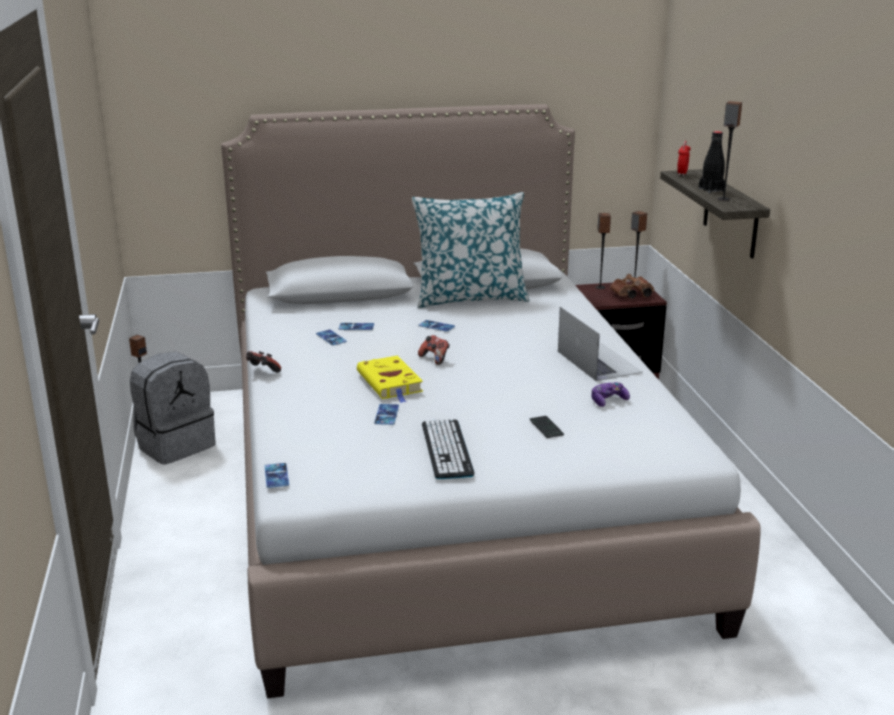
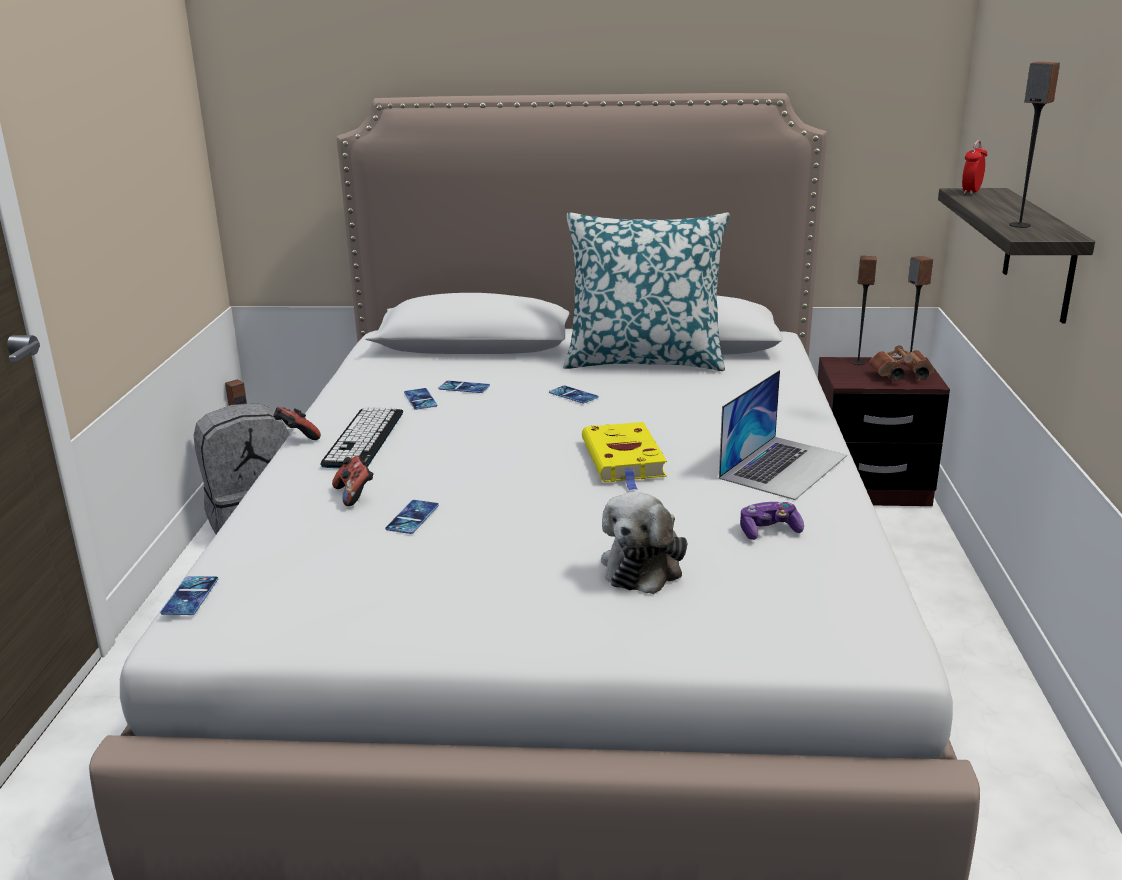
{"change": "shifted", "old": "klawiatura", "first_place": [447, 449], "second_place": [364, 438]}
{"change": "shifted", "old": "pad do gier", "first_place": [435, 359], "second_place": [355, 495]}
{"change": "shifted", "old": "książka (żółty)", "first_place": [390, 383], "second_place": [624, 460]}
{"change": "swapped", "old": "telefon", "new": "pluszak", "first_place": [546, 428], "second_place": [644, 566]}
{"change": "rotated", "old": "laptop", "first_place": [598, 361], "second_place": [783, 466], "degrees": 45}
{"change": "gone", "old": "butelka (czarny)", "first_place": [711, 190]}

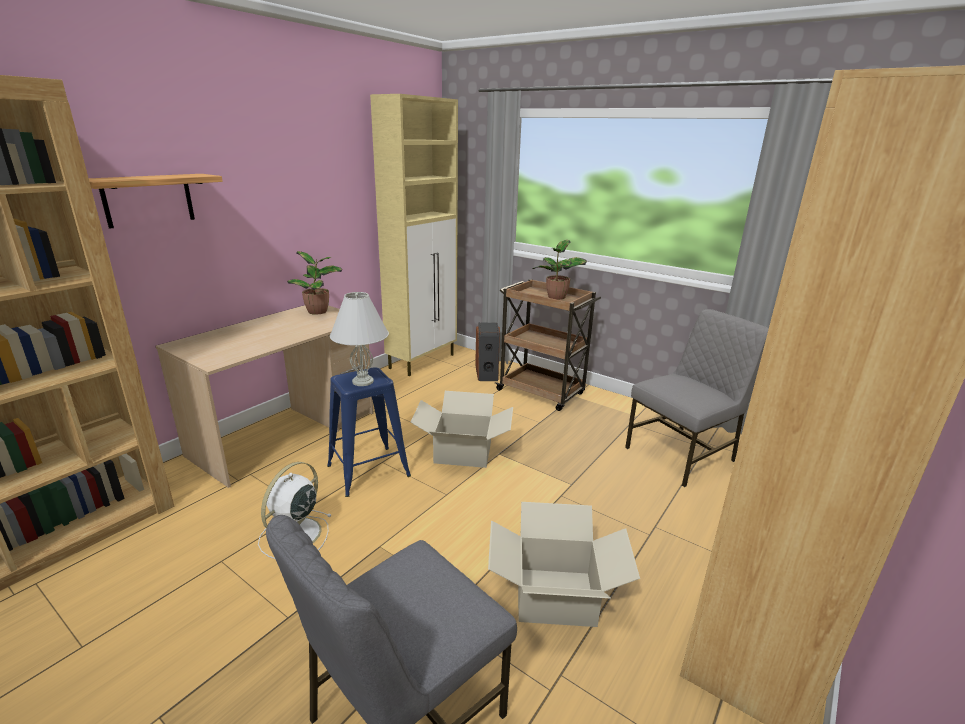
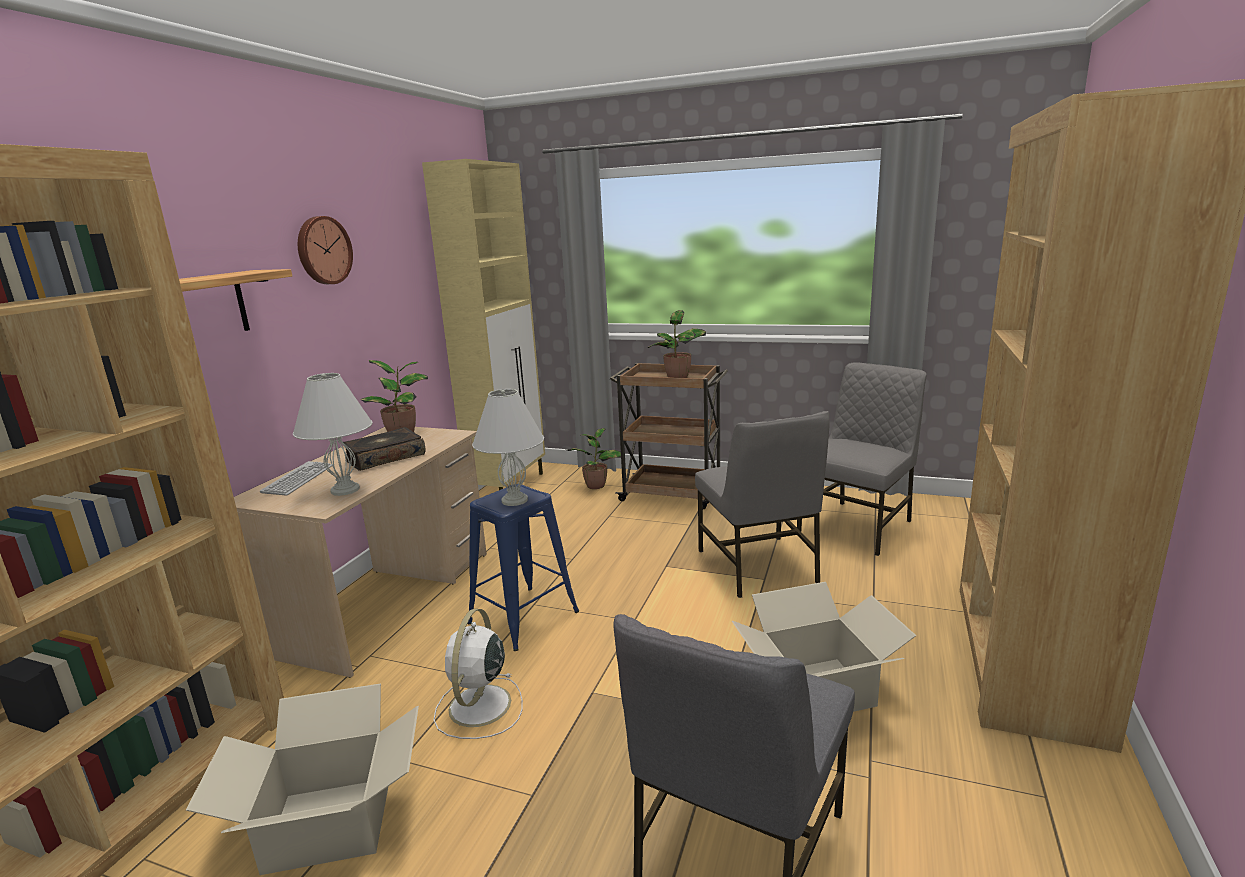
{"change": "shifted", "old": "karton", "first_place": [463, 452], "second_place": [329, 822]}
{"change": "new", "new": "klawiatura", "second_place": [298, 479]}
{"change": "new", "new": "lampa stołowa (biały)", "second_place": [345, 490]}
{"change": "new", "new": "zegar ścienny", "second_place": [323, 250]}
{"change": "new", "new": "książka", "second_place": [385, 458]}
{"change": "swapped", "old": "głośnik", "new": "roślina doniczkowa", "first_place": [487, 372], "second_place": [596, 485]}
{"change": "new", "new": "krzesło (szary)", "second_place": [758, 567]}

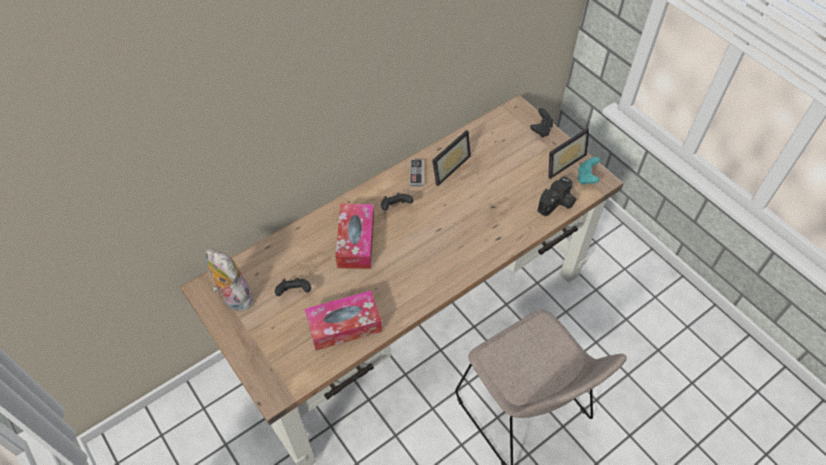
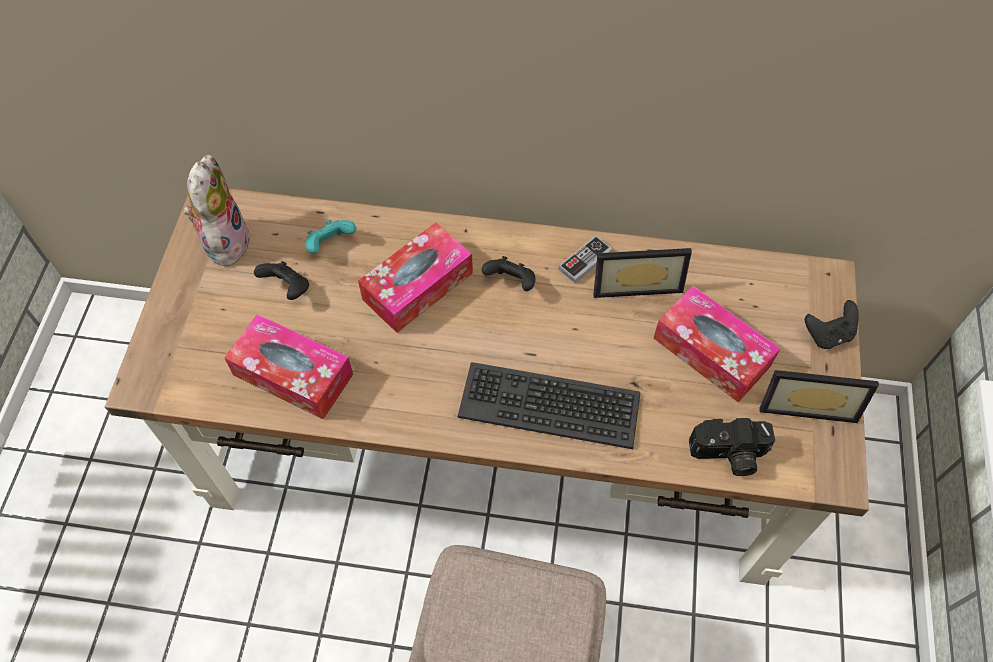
{"change": "shifted", "old": "pad do gier (turkusowy)", "first_place": [586, 178], "second_place": [330, 245]}
{"change": "new", "new": "klawiatura", "second_place": [550, 404]}
{"change": "new", "new": "pudełko chusteczek", "second_place": [711, 352]}

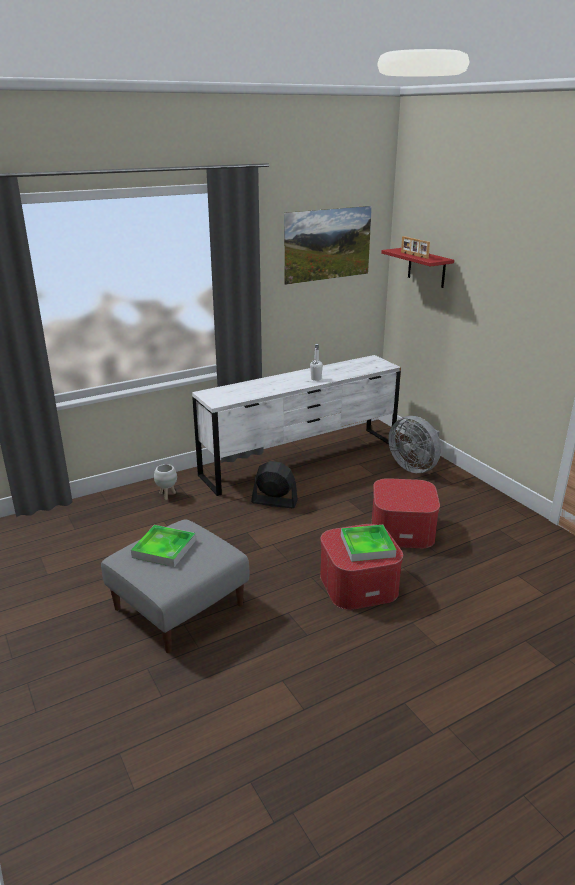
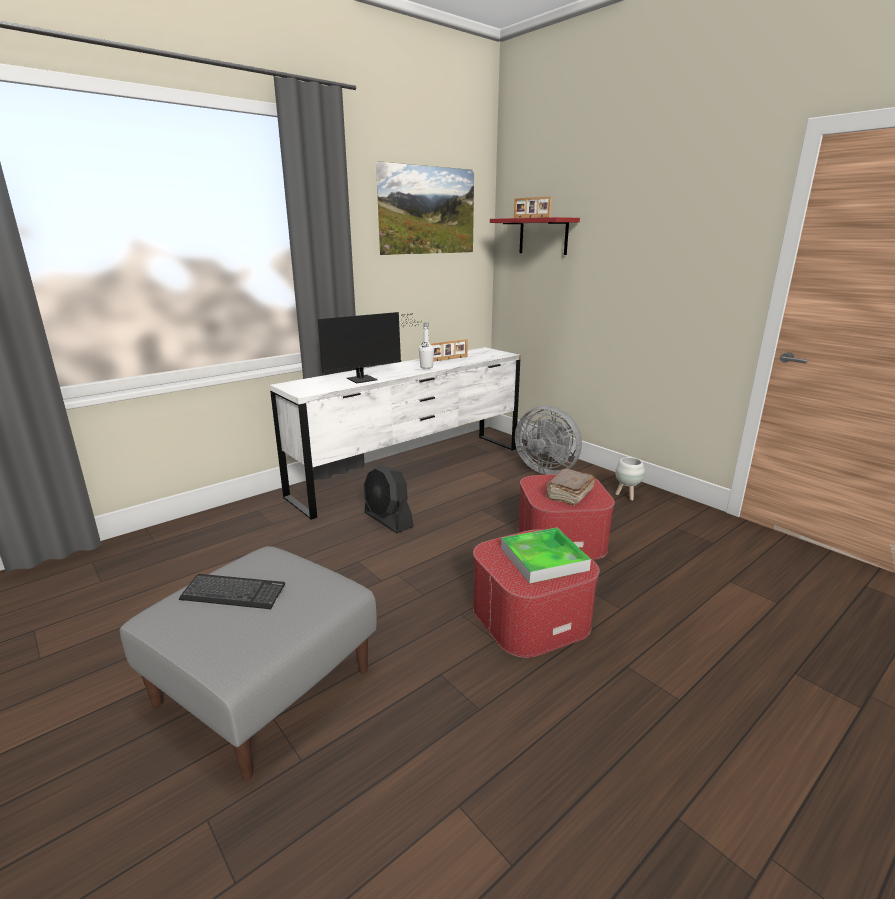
{"change": "swapped", "old": "taca", "new": "klawiatura", "first_place": [164, 549], "second_place": [233, 593]}
{"change": "new", "new": "monitor", "second_place": [366, 379]}
{"change": "rotated", "old": "wentylator (czarny)", "first_place": [274, 501], "second_place": [388, 520], "degrees": -135}
{"change": "new", "new": "ramka na zdjęcie", "second_place": [448, 359]}
{"change": "new", "new": "książka (brązowy)", "second_place": [568, 495]}
{"change": "shifted", "old": "donica (biały)", "first_place": [167, 495], "second_place": [626, 496]}

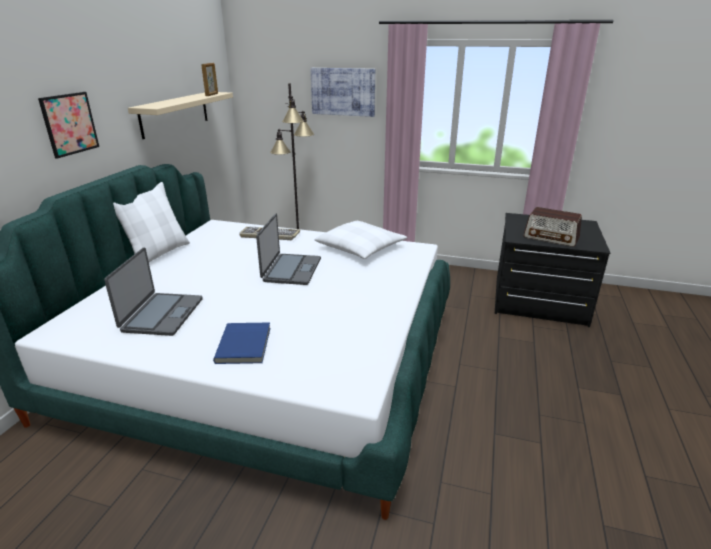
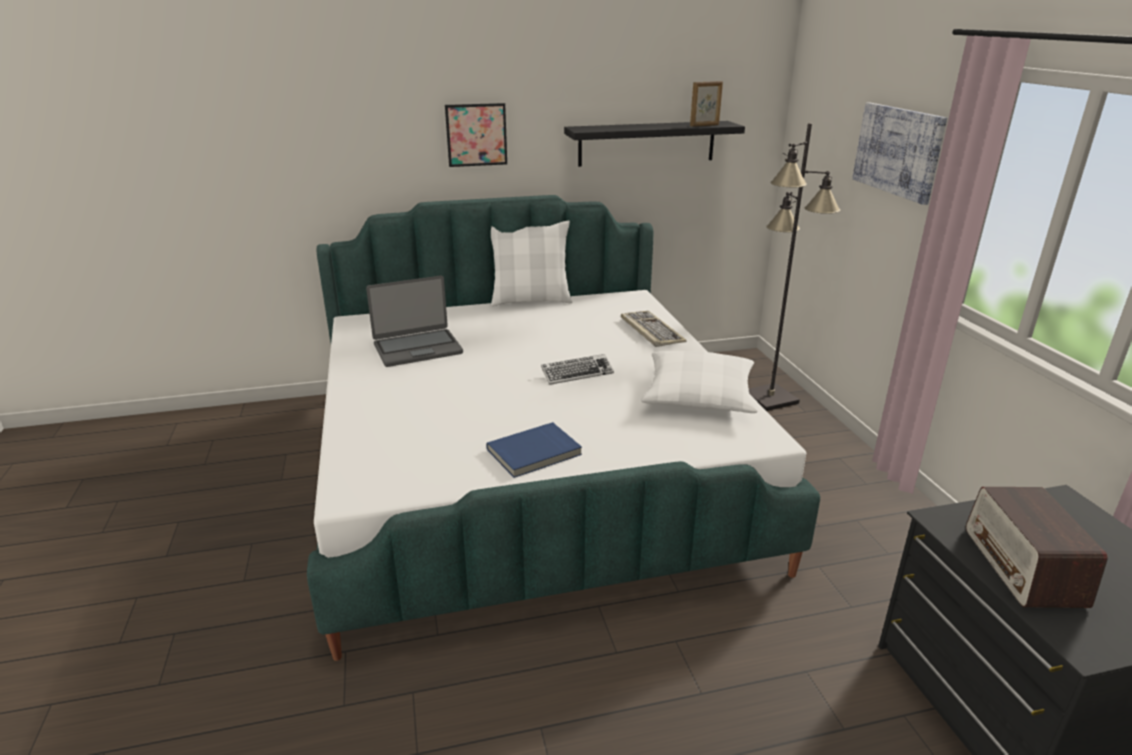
{"change": "shifted", "old": "książka (niebieski)", "first_place": [245, 345], "second_place": [535, 453]}
{"change": "swapped", "old": "laptop", "new": "klawiatura", "first_place": [291, 270], "second_place": [577, 373]}
{"change": "repainted", "old": "półka (beżowy)", "new": "półka (czarny)", "first_place": [175, 114], "second_place": [647, 143]}

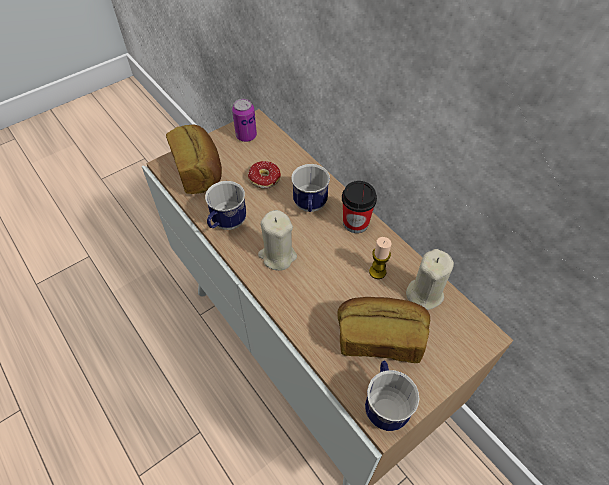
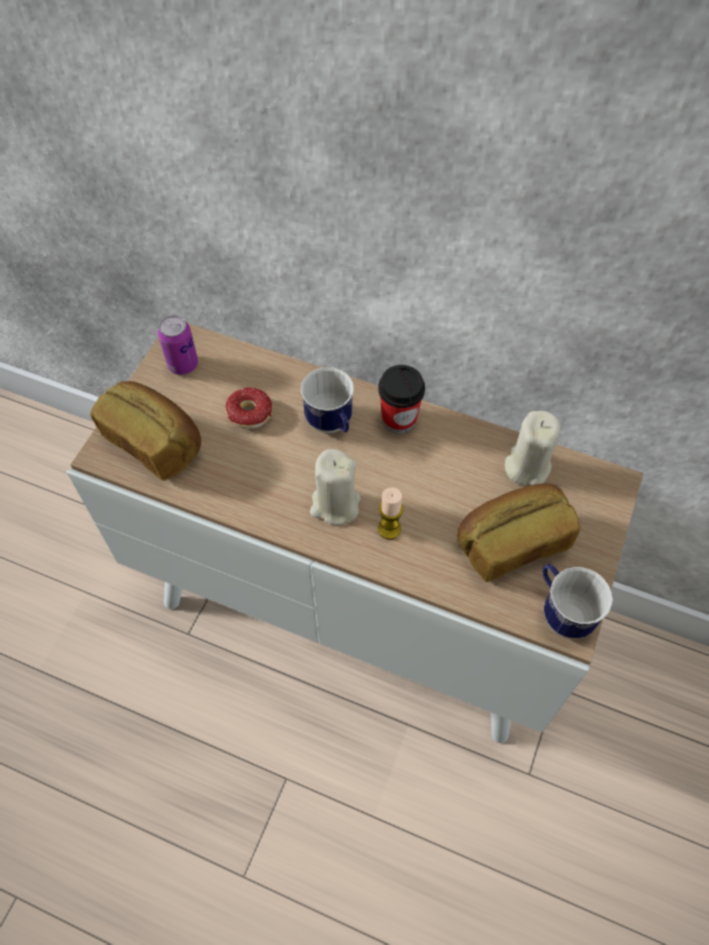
{"change": "shifted", "old": "świeca", "first_place": [377, 272], "second_place": [389, 529]}
{"change": "gone", "old": "kubek", "first_place": [226, 224]}

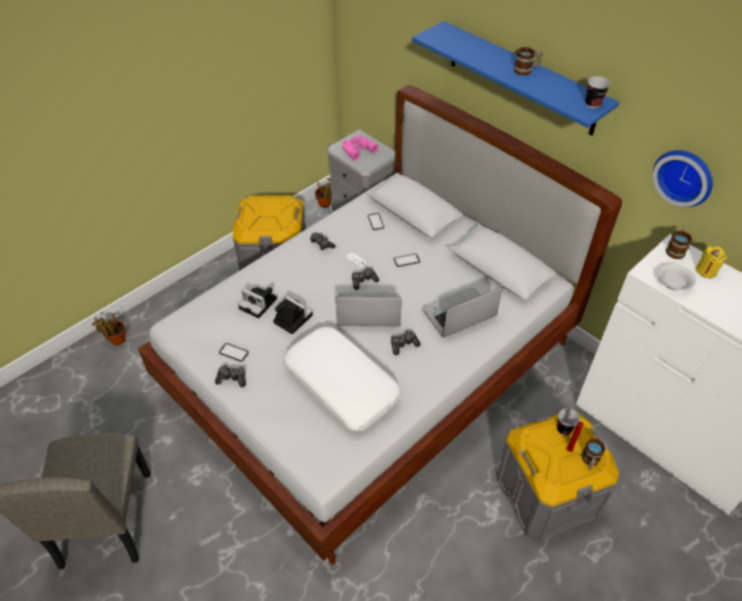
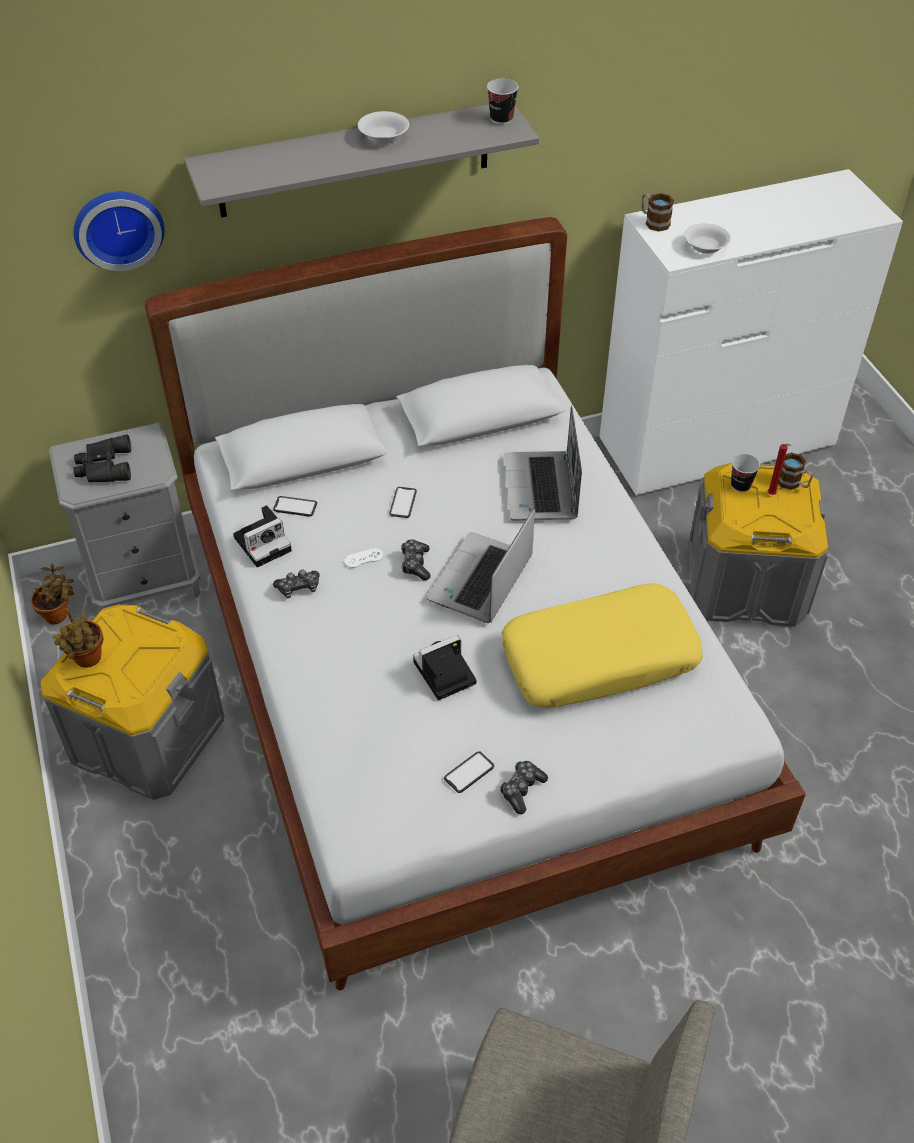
{"change": "shifted", "old": "roślina doniczkowa", "first_place": [116, 340], "second_place": [87, 660]}
{"change": "repainted", "old": "lornetka (różowy)", "new": "lornetka (czarny)", "first_place": [357, 149], "second_place": [103, 467]}
{"change": "shifted", "old": "zegar ścienny", "first_place": [684, 176], "second_place": [118, 227]}
{"change": "repainted", "old": "półka (niebieski)", "new": "półka (szary)", "first_place": [521, 78], "second_place": [354, 160]}
{"change": "shifted", "old": "aparat fotograficzny", "first_place": [259, 304], "second_place": [264, 542]}
{"change": "swapped", "old": "kubek", "new": "miska (biały)", "first_place": [526, 70], "second_place": [383, 137]}
{"change": "repainted", "old": "poduszka (biały)", "new": "poduszka (żółty)", "first_place": [342, 384], "second_place": [599, 657]}
{"change": "gone", "old": "pad do gier", "first_place": [403, 345]}
{"change": "gone", "old": "świeca (żółty)", "first_place": [706, 271]}

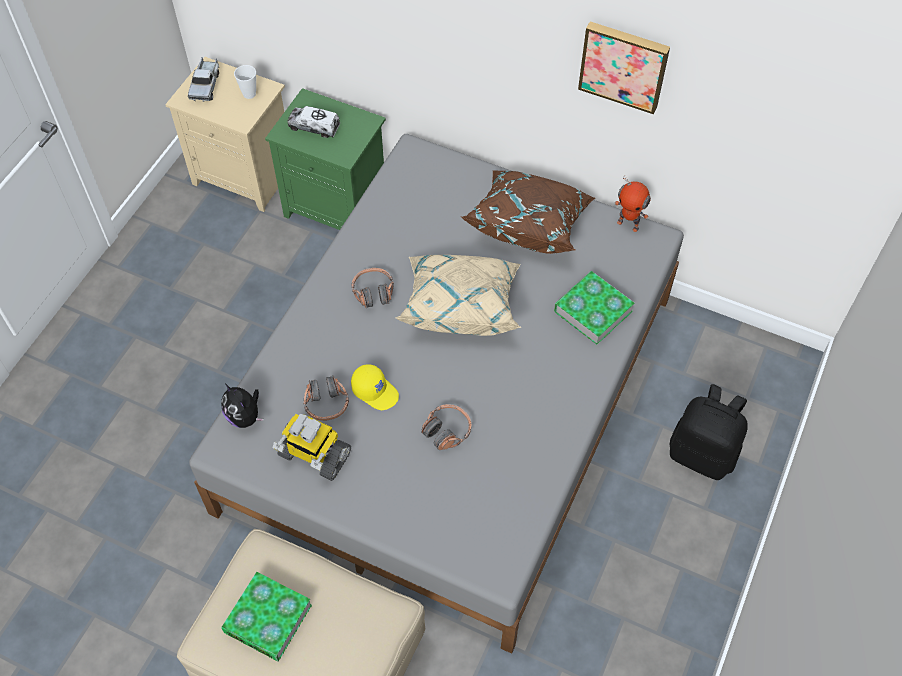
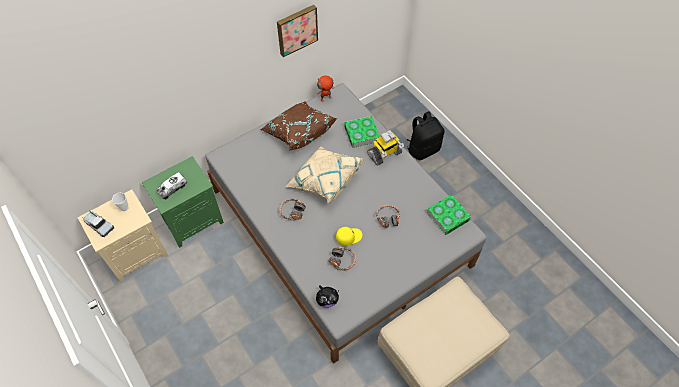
{"change": "shifted", "old": "robot zabawkowy", "first_place": [313, 455], "second_place": [384, 154]}
{"change": "shifted", "old": "książka", "first_place": [268, 619], "second_place": [448, 216]}

